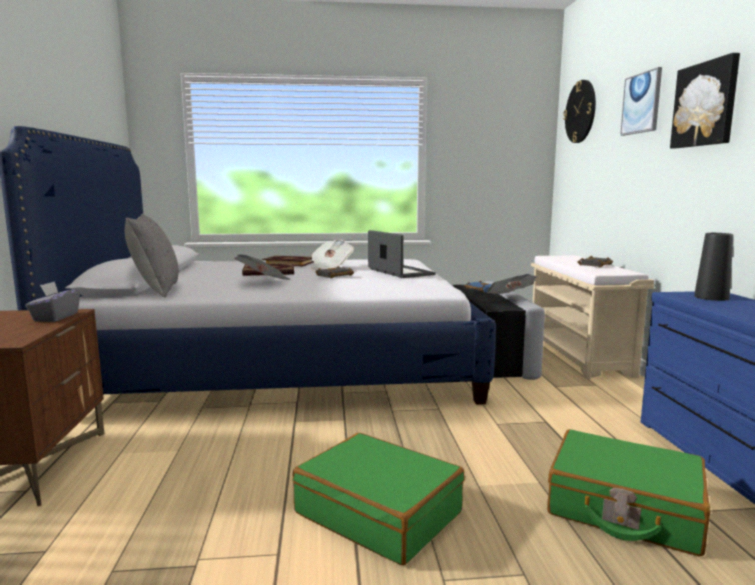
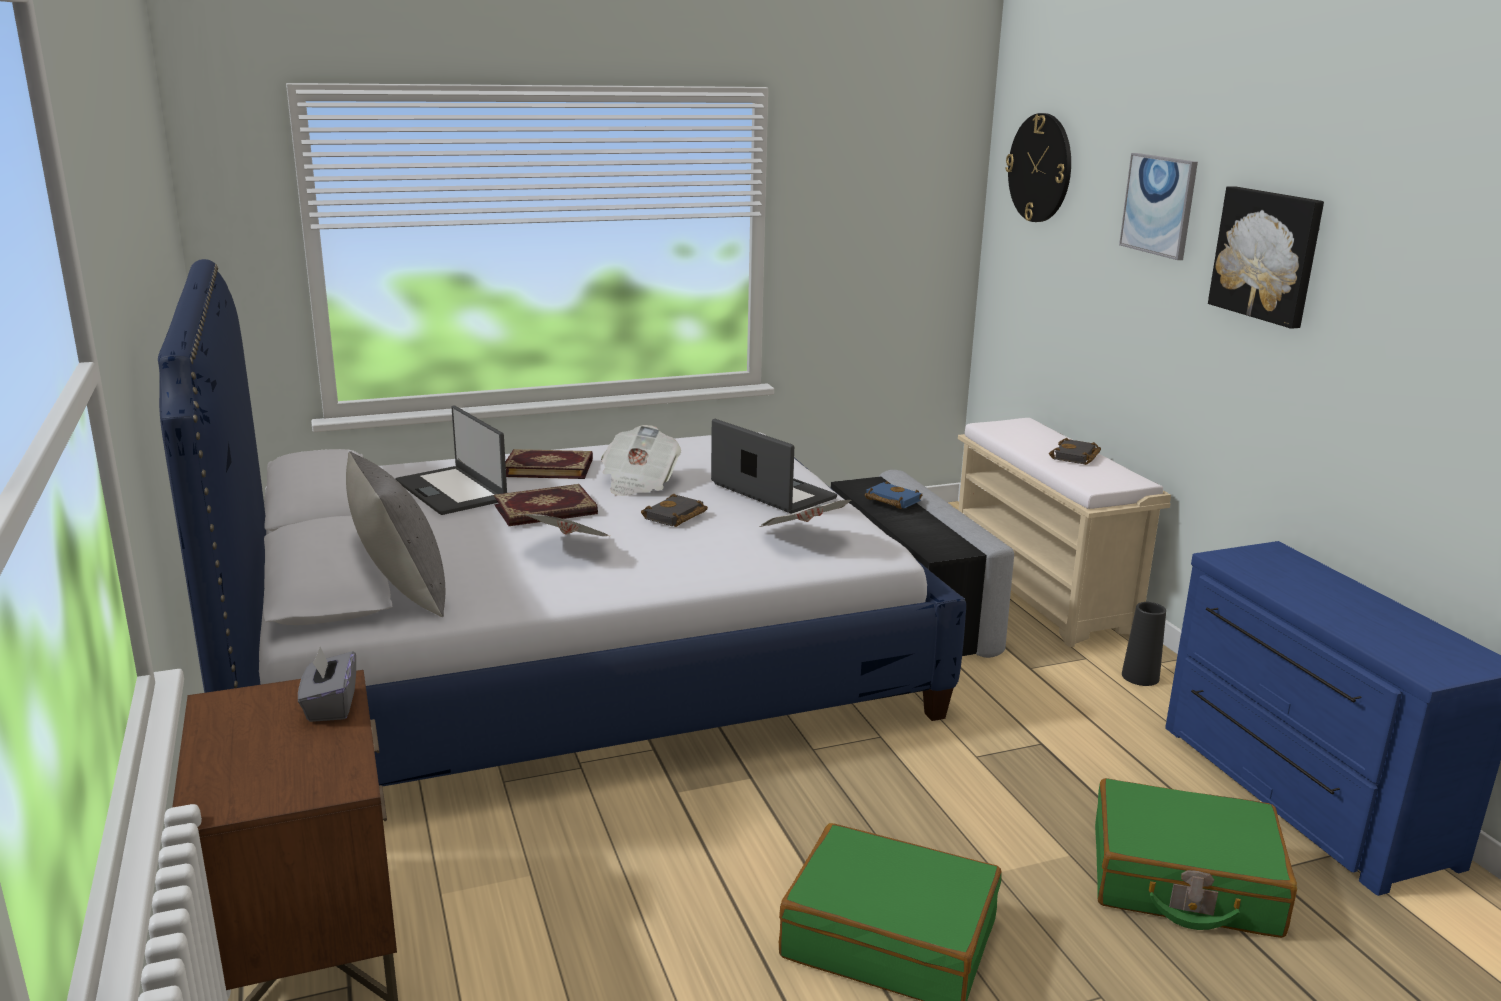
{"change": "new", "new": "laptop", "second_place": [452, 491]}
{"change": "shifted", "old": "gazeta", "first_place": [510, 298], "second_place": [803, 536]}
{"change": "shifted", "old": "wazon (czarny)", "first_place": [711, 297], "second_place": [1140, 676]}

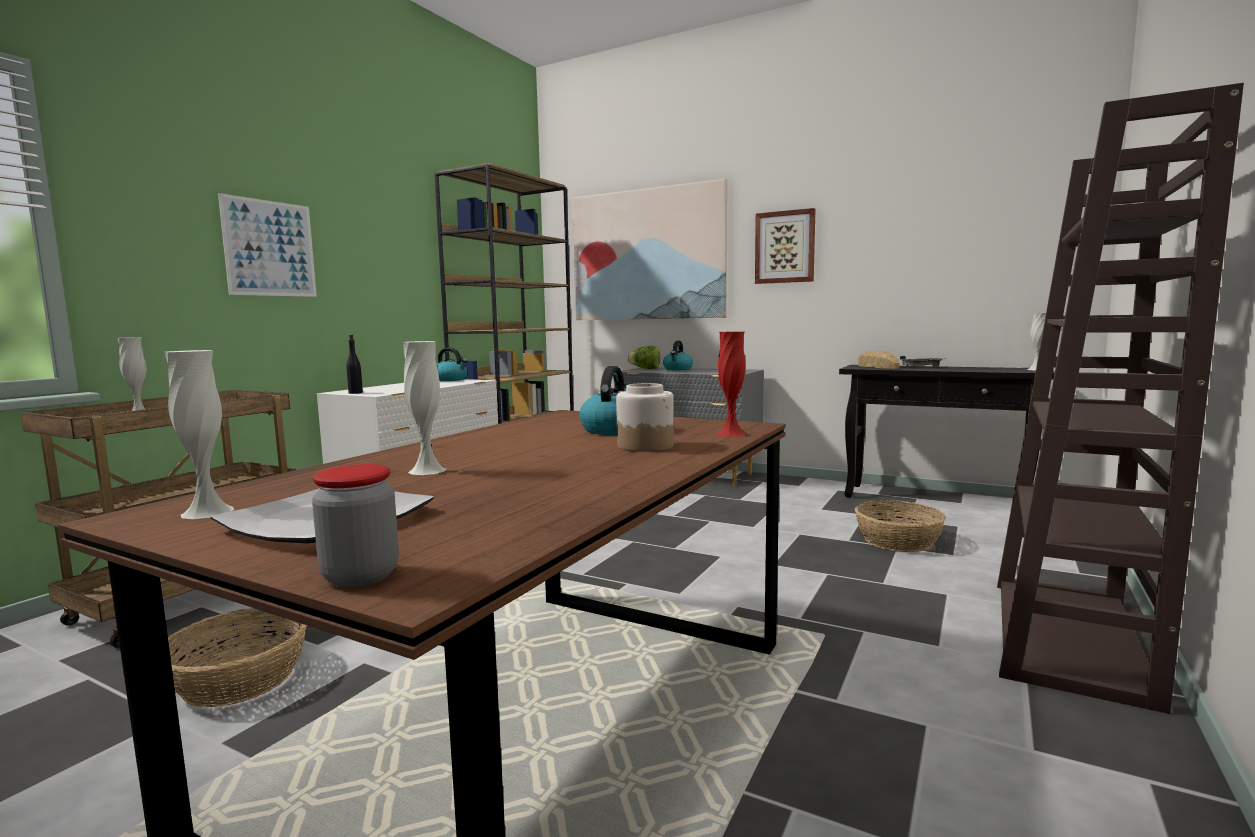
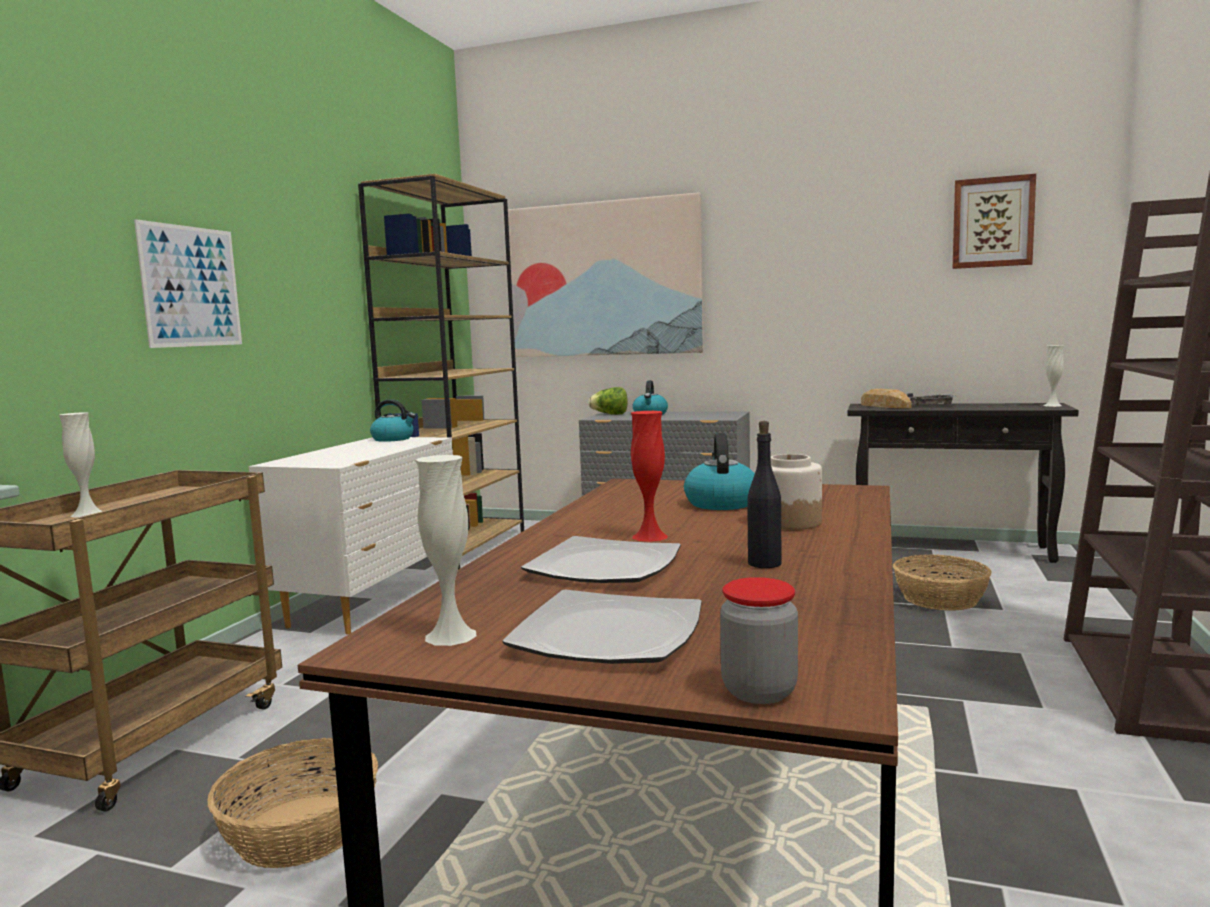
{"change": "swapped", "old": "wazon (biały)", "new": "talerz", "first_place": [427, 470], "second_place": [604, 567]}
{"change": "shifted", "old": "wazon (czerwony)", "first_place": [731, 433], "second_place": [650, 536]}
{"change": "shifted", "old": "butelka (czarny)", "first_place": [355, 393], "second_place": [764, 563]}
{"change": "shifted", "old": "obraz", "first_place": [785, 247], "second_place": [992, 222]}

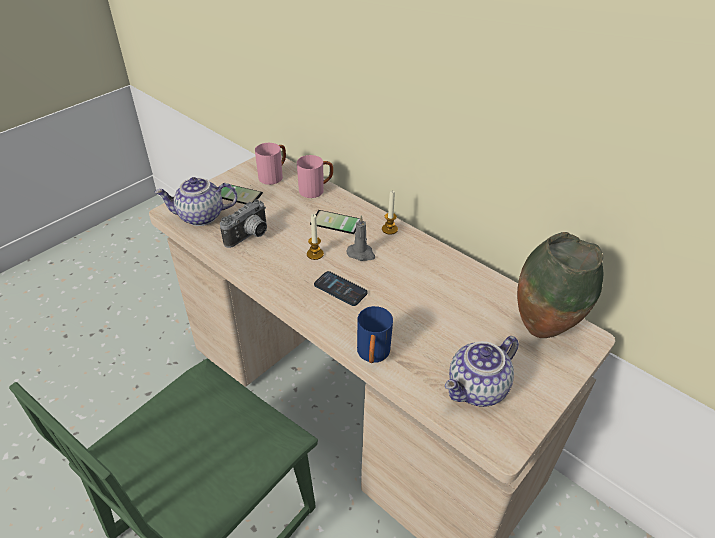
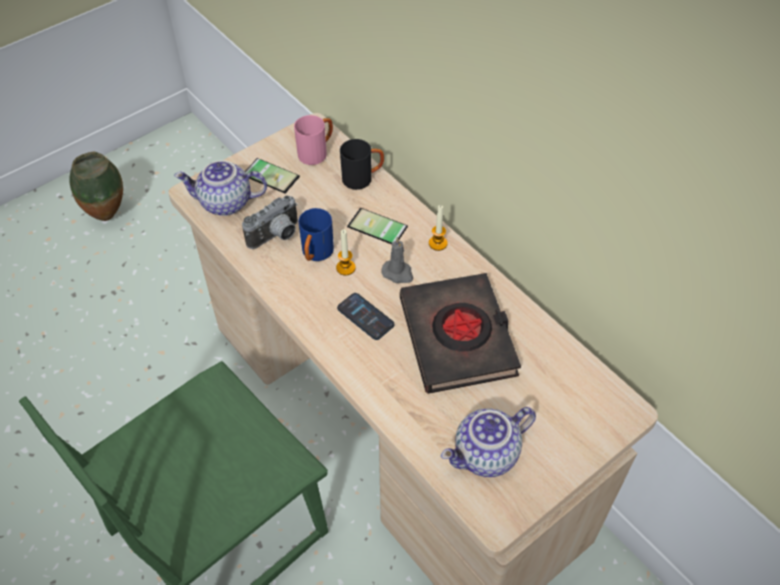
{"change": "shifted", "old": "wazon", "first_place": [542, 330], "second_place": [109, 216]}
{"change": "shifted", "old": "kubek (niebieski)", "first_place": [373, 356], "second_place": [316, 255]}
{"change": "repainted", "old": "kubek (różowy)", "new": "kubek (czarny)", "first_place": [316, 190], "second_place": [363, 178]}
{"change": "new", "new": "książka (czarny)", "second_place": [458, 337]}

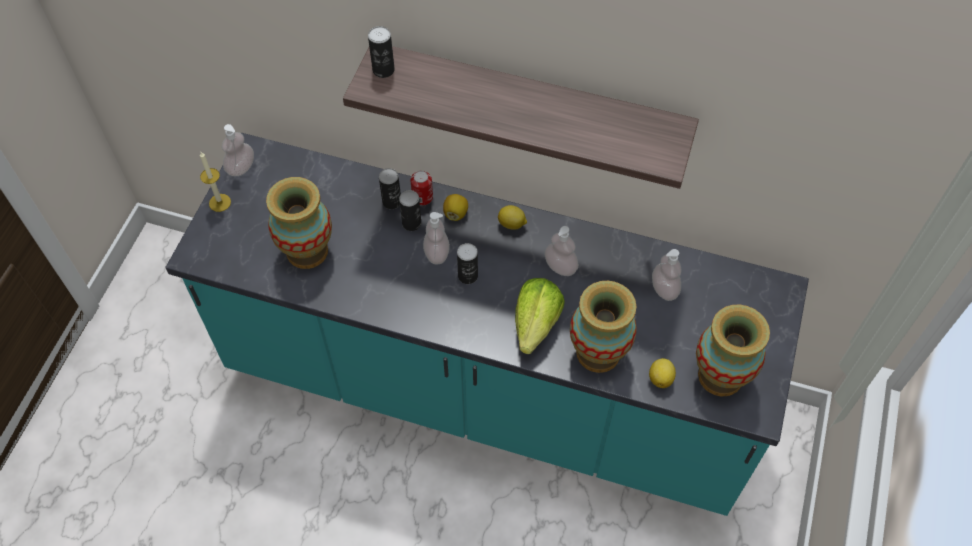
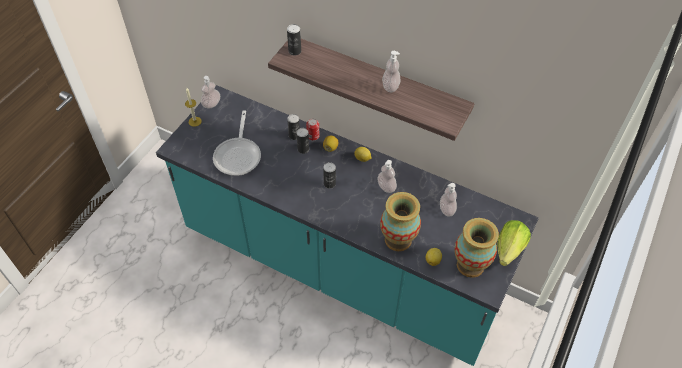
{"change": "swapped", "old": "wazon", "new": "patelnia", "first_place": [307, 251], "second_place": [238, 155]}
{"change": "shifted", "old": "dozownik mydła", "first_place": [436, 253], "second_place": [390, 86]}
{"change": "shifted", "old": "sałata", "first_place": [536, 324], "second_place": [509, 249]}

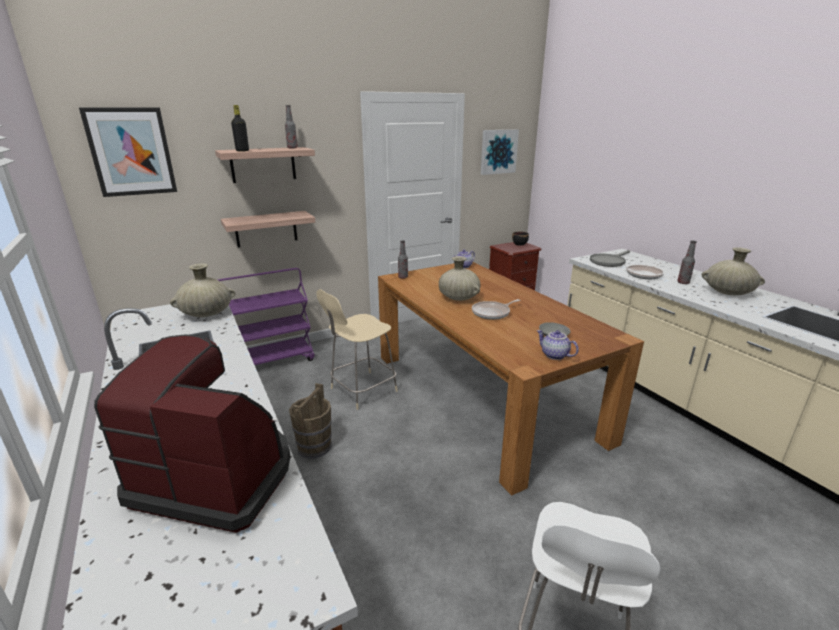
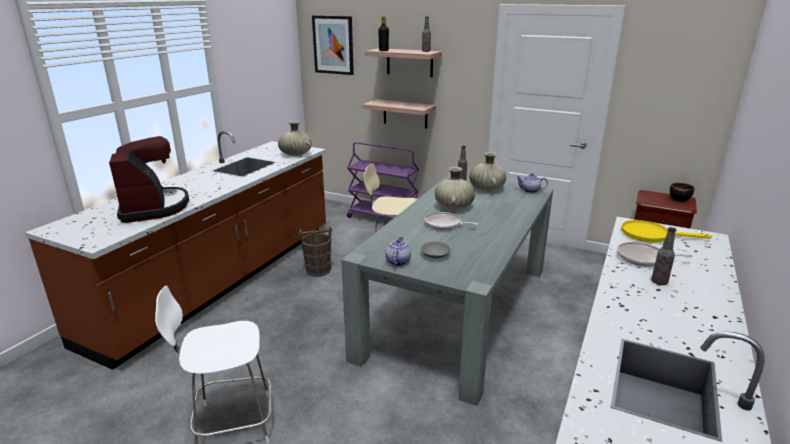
{"change": "repainted", "old": "stół jadalny (brązowy)", "new": "stół jadalny (szary)", "first_place": [483, 395], "second_place": [458, 310]}
{"change": "shifted", "old": "wazon (beżowy)", "first_place": [728, 292], "second_place": [486, 189]}
{"change": "repainted", "old": "patelnia (szary)", "new": "patelnia (żółty)", "first_place": [609, 261], "second_place": [652, 235]}
{"change": "gone", "old": "obraz", "first_place": [498, 151]}

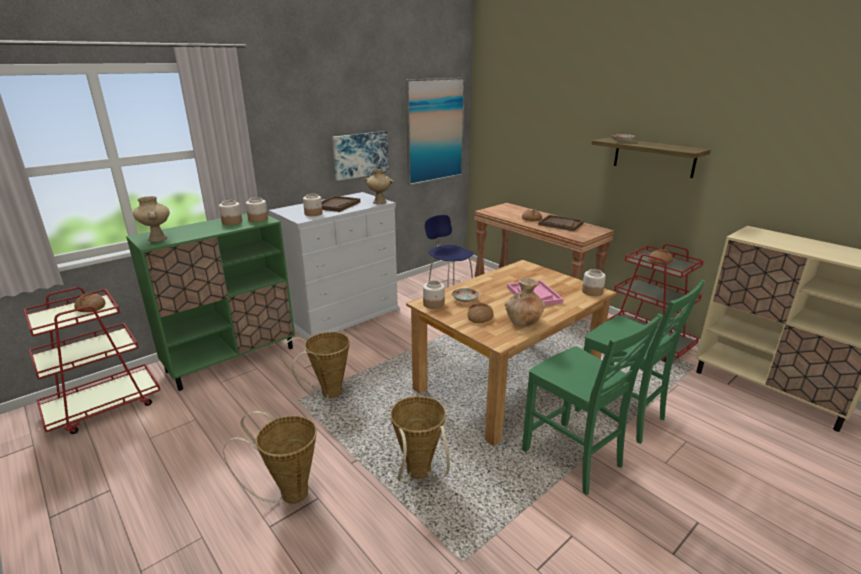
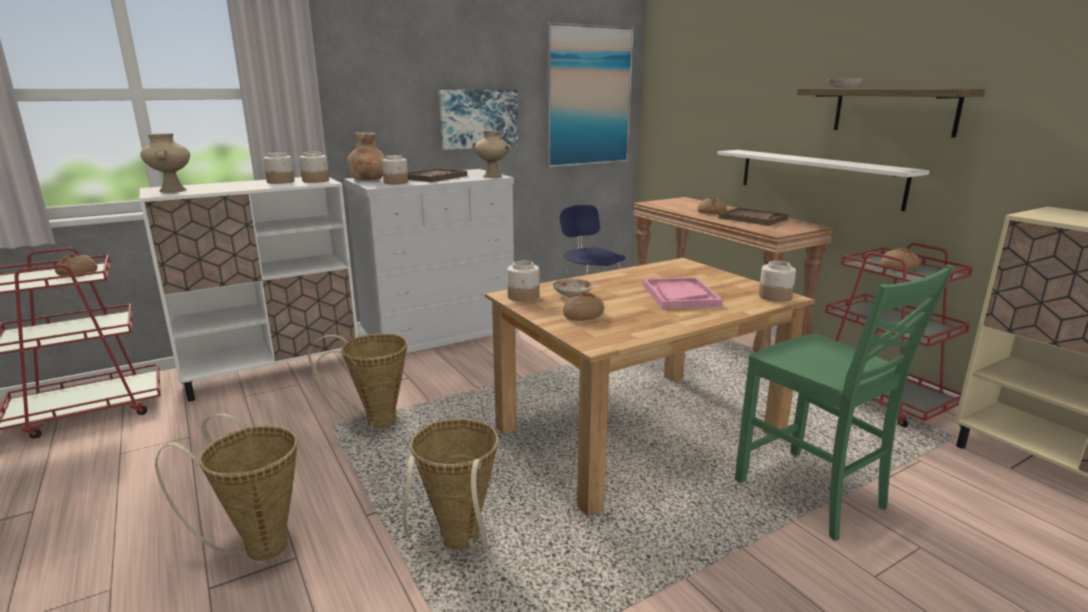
{"change": "repainted", "old": "szafka (zielony)", "new": "szafka (biały)", "first_place": [232, 359], "second_place": [273, 371]}
{"change": "shifted", "old": "wazon (brązowy)", "first_place": [523, 321], "second_place": [368, 179]}
{"change": "new", "new": "półka (biały)", "second_place": [817, 177]}
{"change": "gone", "old": "krzesło (zielony)", "first_place": [573, 459]}

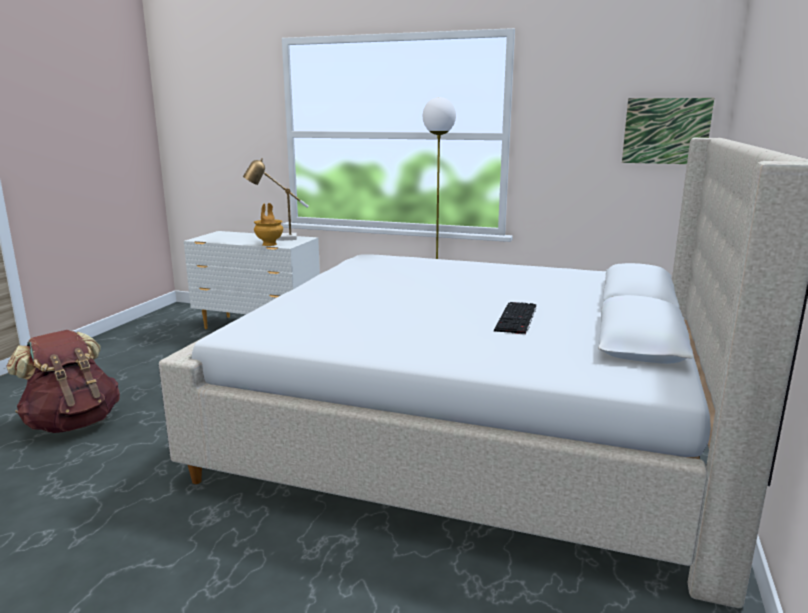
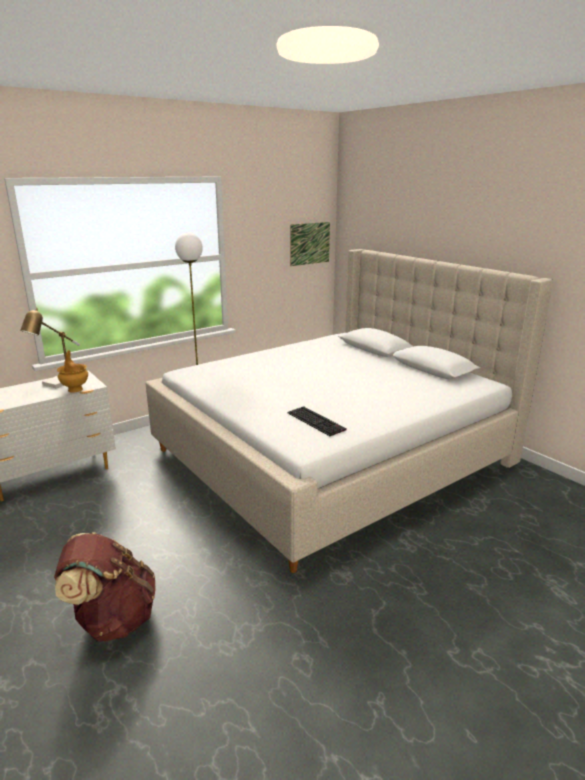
{"change": "shifted", "old": "klawiatura", "first_place": [517, 318], "second_place": [317, 421]}

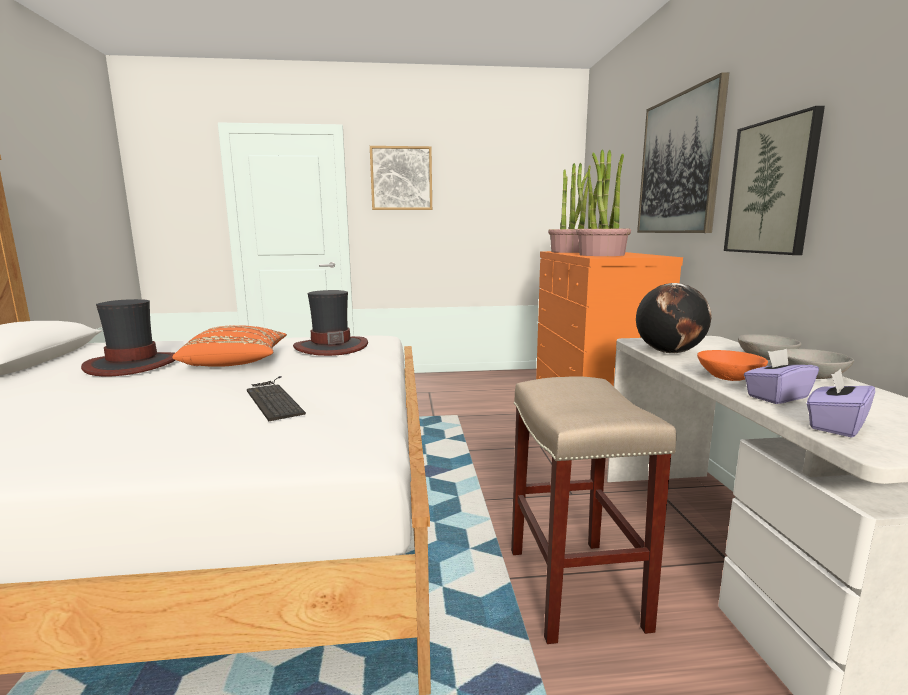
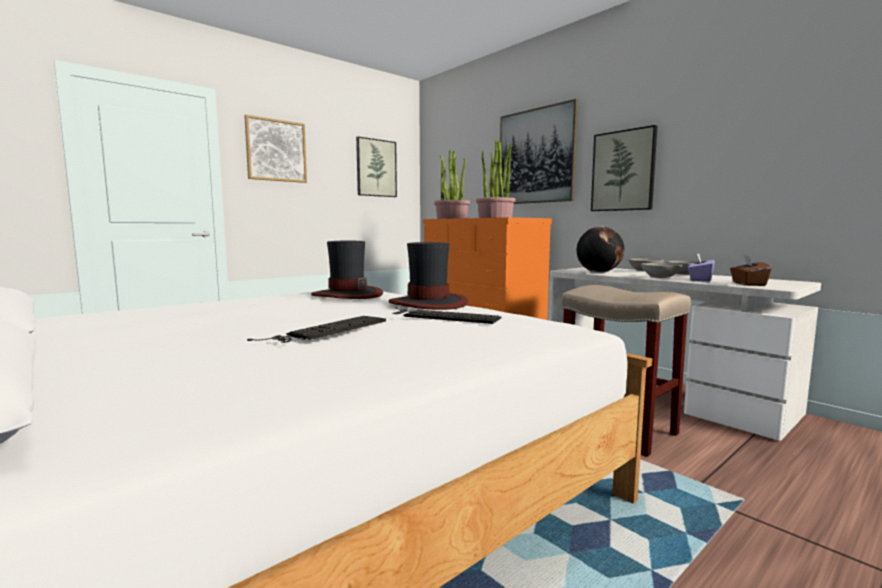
{"change": "new", "new": "klawiatura", "second_place": [327, 330]}
{"change": "new", "new": "obraz", "second_place": [376, 168]}
{"change": "shifted", "old": "kapelusz", "first_place": [133, 365], "second_place": [428, 303]}
{"change": "repainted", "old": "miska (pomarańczowy)", "new": "miska (szary)", "first_place": [728, 378], "second_place": [660, 277]}
{"change": "repainted", "old": "pudełko chusteczek (fioletowy)", "new": "pudełko chusteczek (brązowy)", "first_place": [835, 425], "second_place": [748, 284]}
{"change": "gone", "old": "poduszka (pomarańczowy)", "first_place": [236, 363]}

